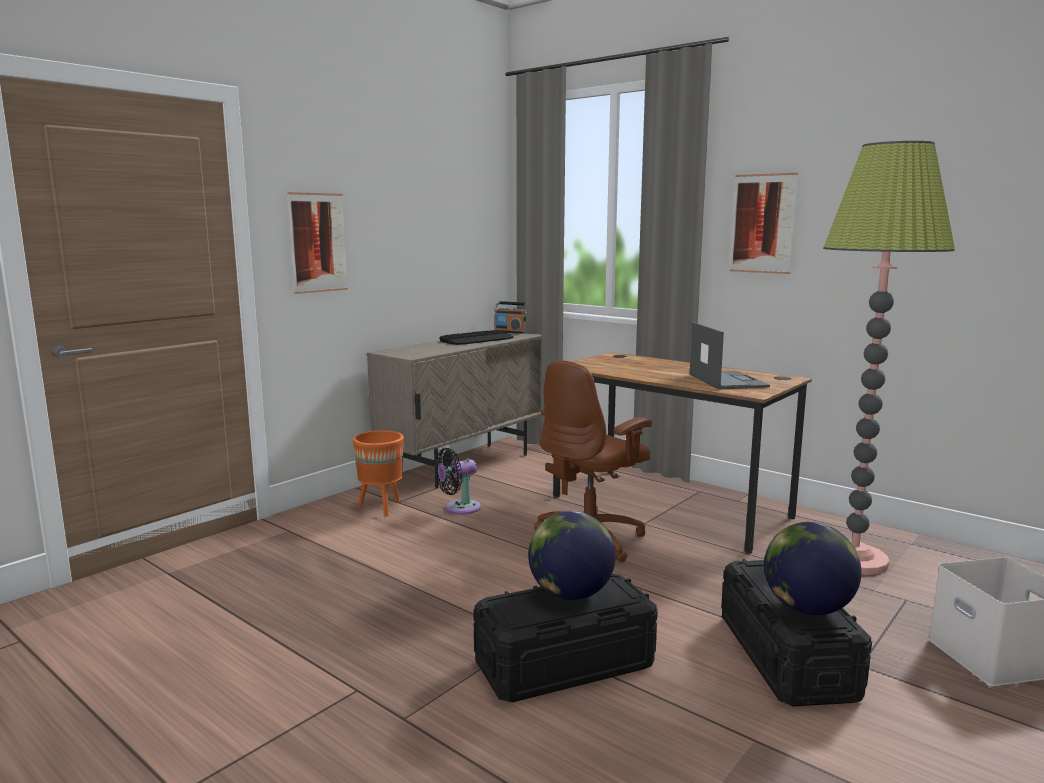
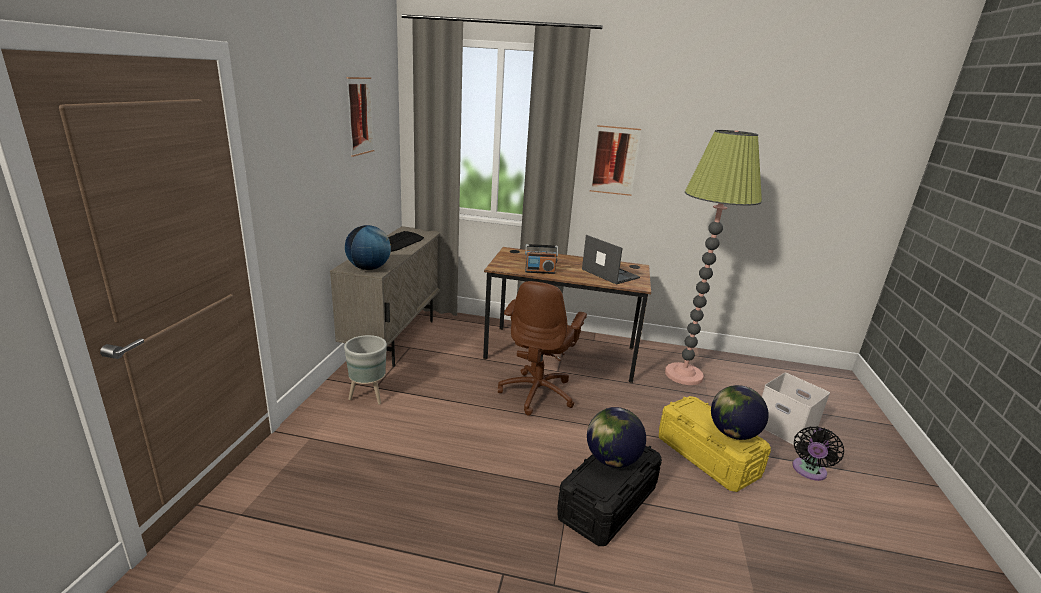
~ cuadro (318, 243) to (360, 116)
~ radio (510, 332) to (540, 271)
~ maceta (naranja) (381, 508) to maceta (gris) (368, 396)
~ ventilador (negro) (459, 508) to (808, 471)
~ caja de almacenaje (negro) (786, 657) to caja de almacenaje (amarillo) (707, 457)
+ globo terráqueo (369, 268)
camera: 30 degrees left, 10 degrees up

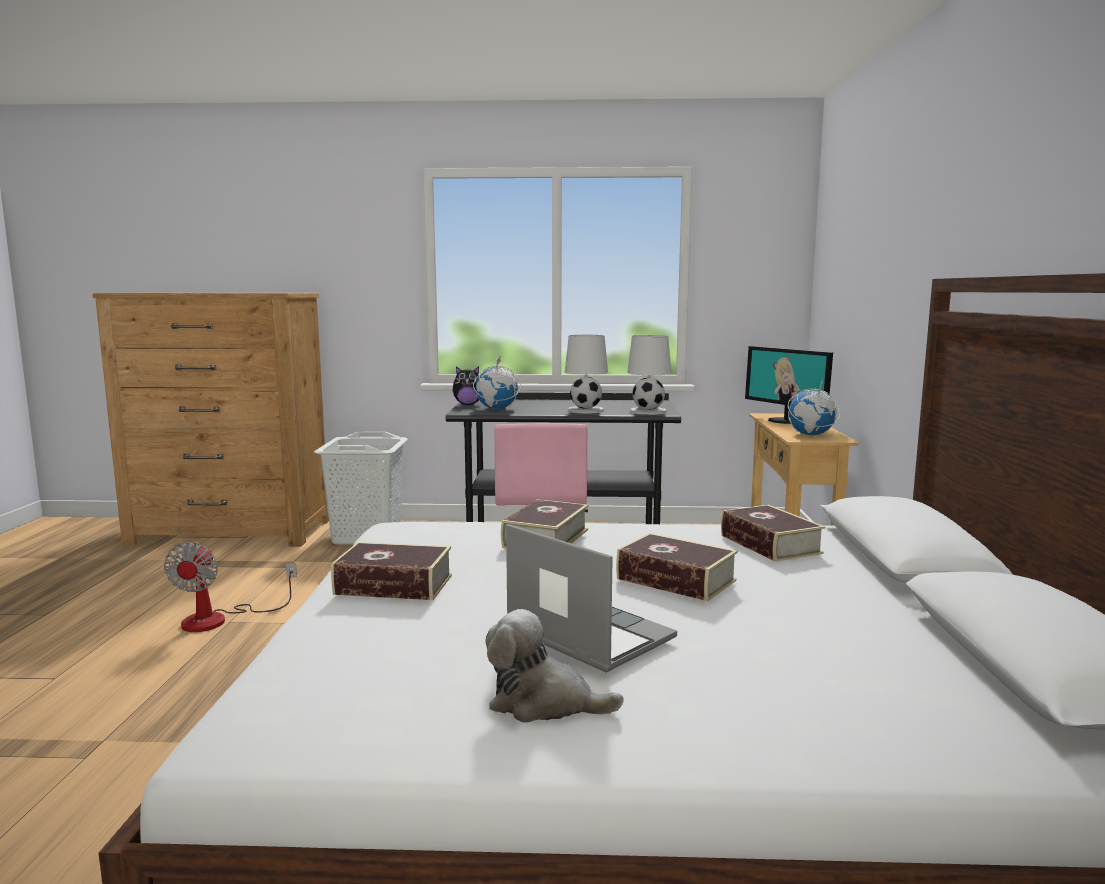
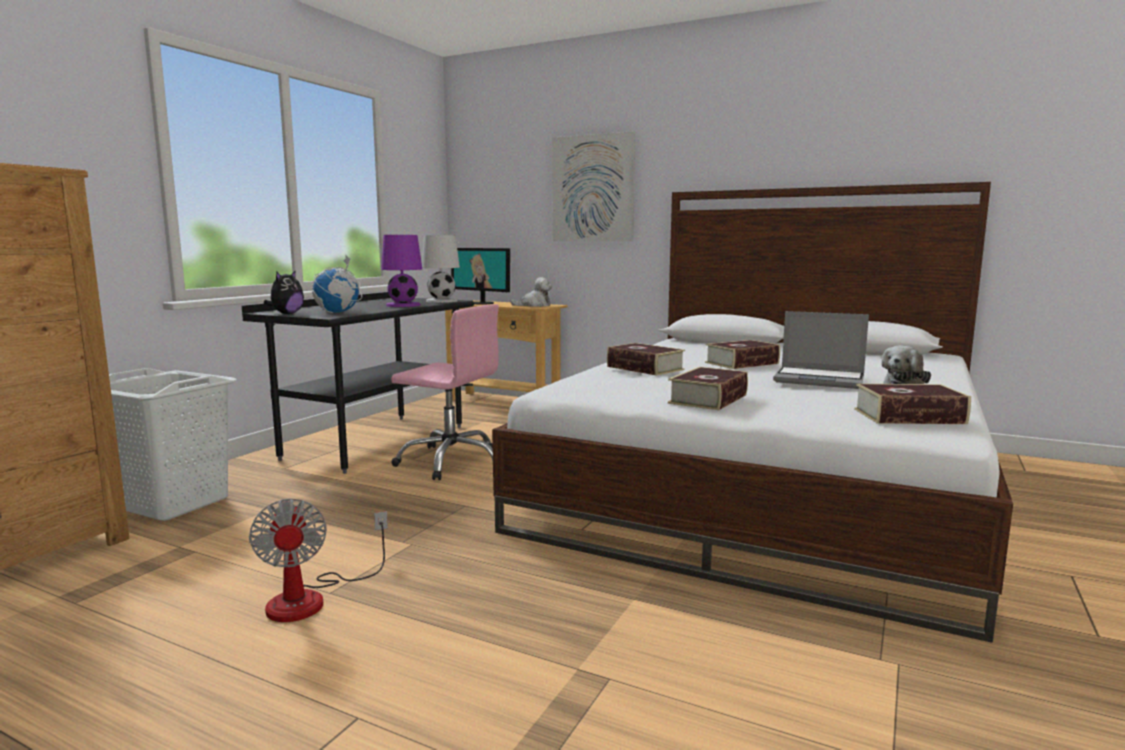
~ lámpara de mesa (blanco) (586, 410) to lámpara de mesa (morado) (403, 305)
~ monitor (785, 421) = (481, 303) 45 degrees clockwise
~ globo terráqueo (810, 435) to peluche (534, 305)
~ libro (770, 544) to (909, 416)
~ portátil (586, 635) = (820, 380) 135 degrees counterclockwise
~ ventilador (219, 619) = (312, 598) 45 degrees clockwise
+ cuadro (592, 188)
camera: 65 degrees left, 0 degrees up

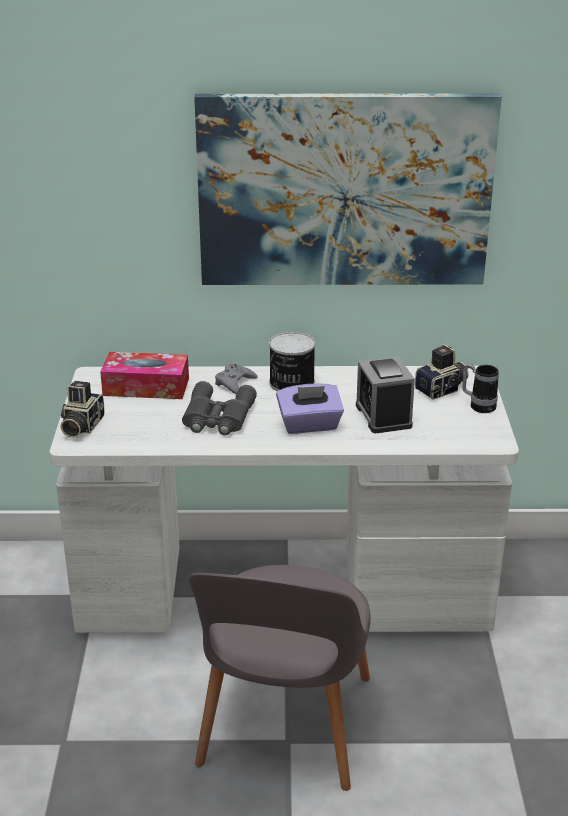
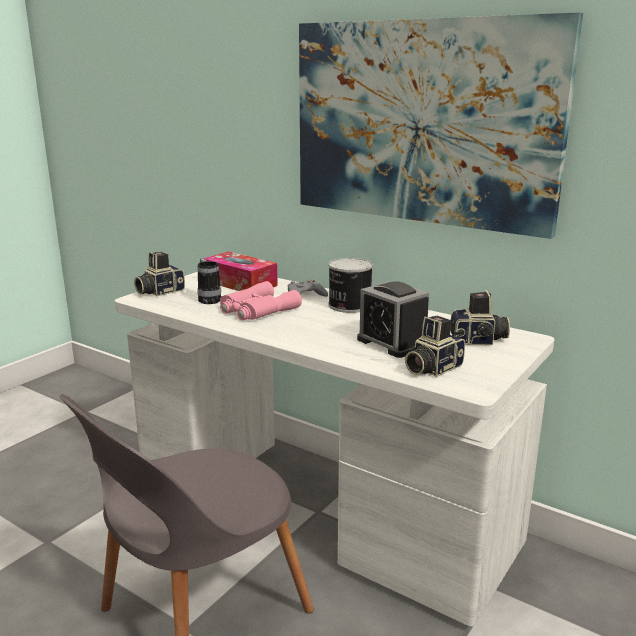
~ despertador (383, 416) = (392, 343) 60 degrees counterclockwise
~ taza grande (478, 405) to (208, 299)
~ prismáticos (gris) (217, 417) to prismáticos (rosa) (256, 310)
- caja de pañuelos (morado) (309, 425)
+ cámara (431, 368)
camera: 35 degrees right, 10 degrees down

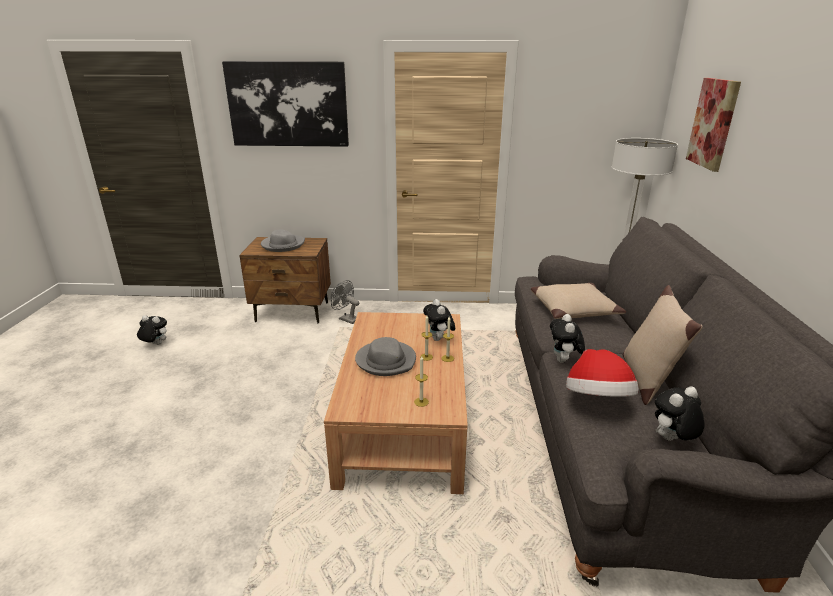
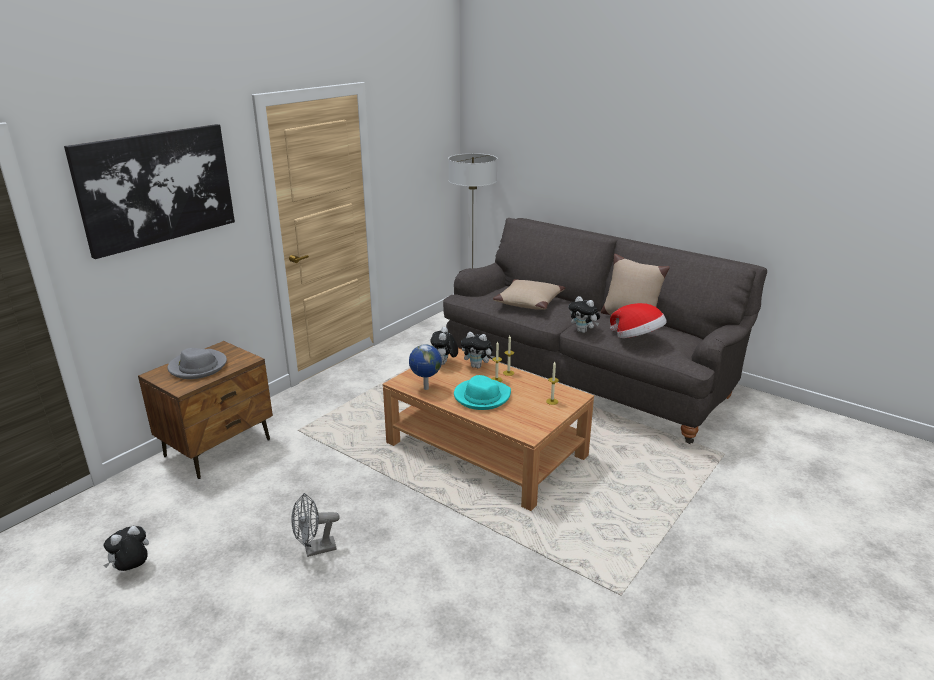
- cuadro (713, 123)
~ ventilador (gris) (346, 319) to (315, 550)
~ sombrero (gris) (386, 361) to sombrero (turquesa) (481, 396)
~ peluche (671, 440) to (444, 364)
+ globo terráqueo (425, 388)
camera: 55 degrees left, 0 degrees up

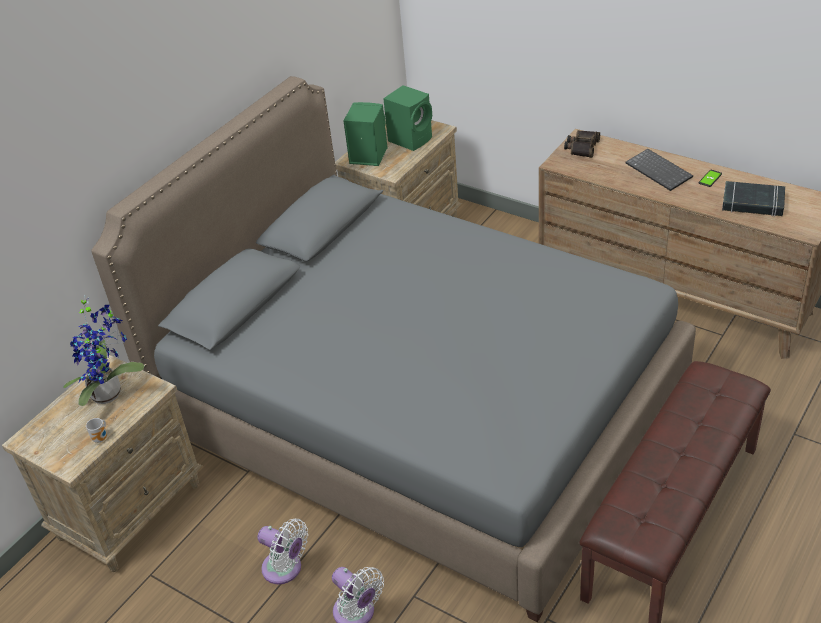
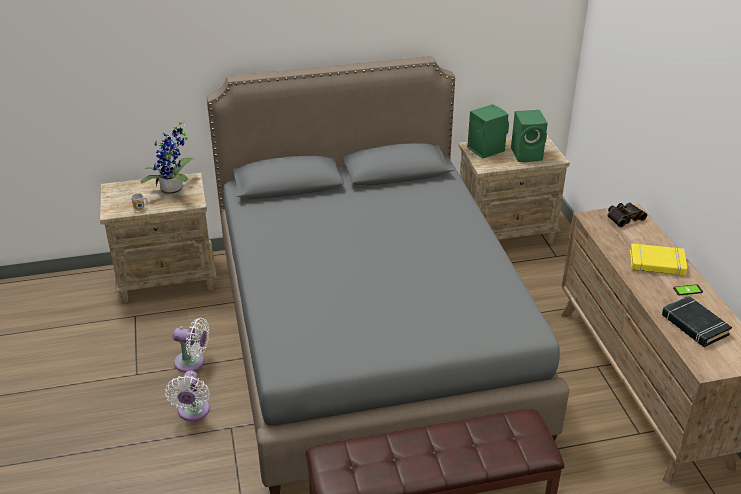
~ teclado (660, 171) to libro (amarillo) (657, 263)
~ ventilador (blanco) (285, 569) = (192, 362) 60 degrees counterclockwise
camera: 40 degrees right, 5 degrees down

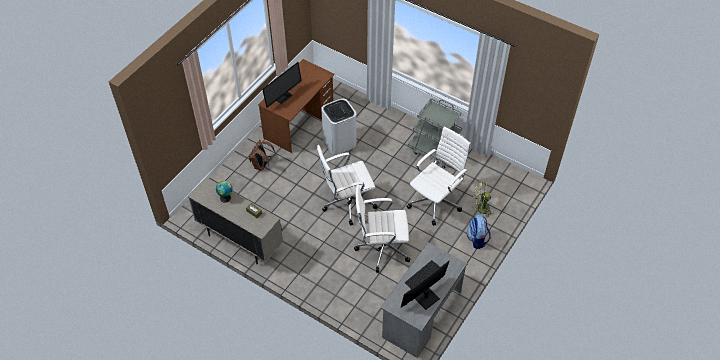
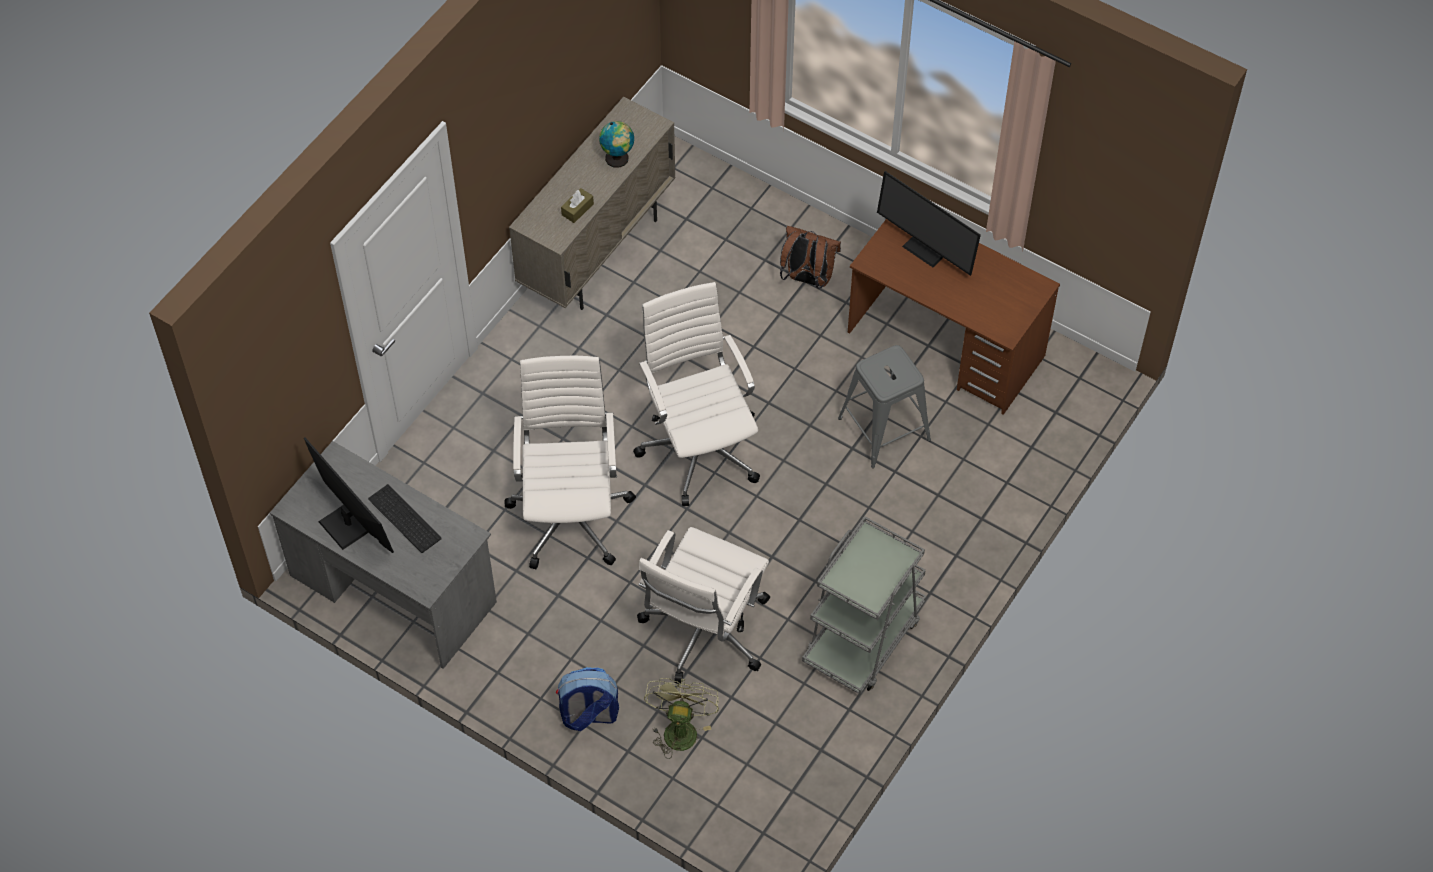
~ papelera (blanco) (339, 142) to taburete (gris) (884, 429)
~ silla de oficina (blanco) (436, 201) = (704, 632) 75 degrees clockwise
camera: 90 degrees right, 5 degrees up

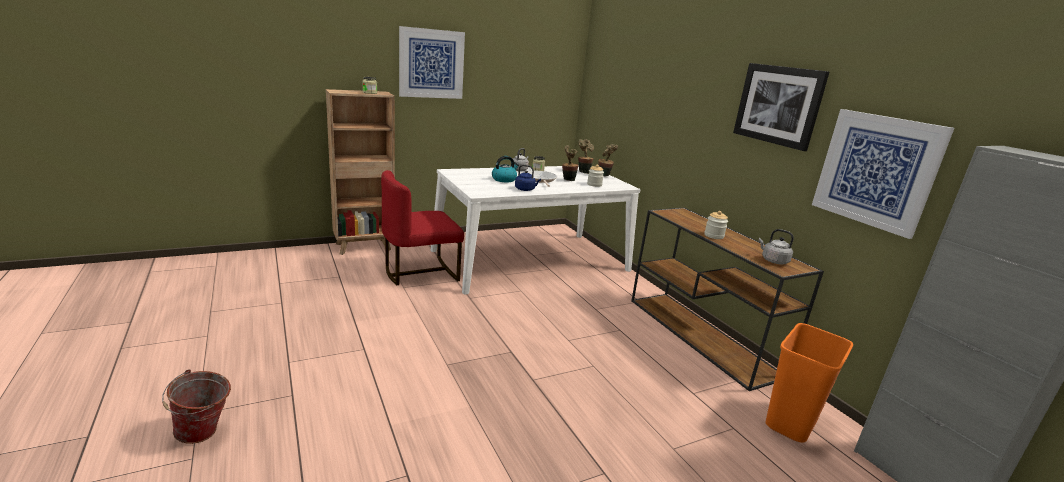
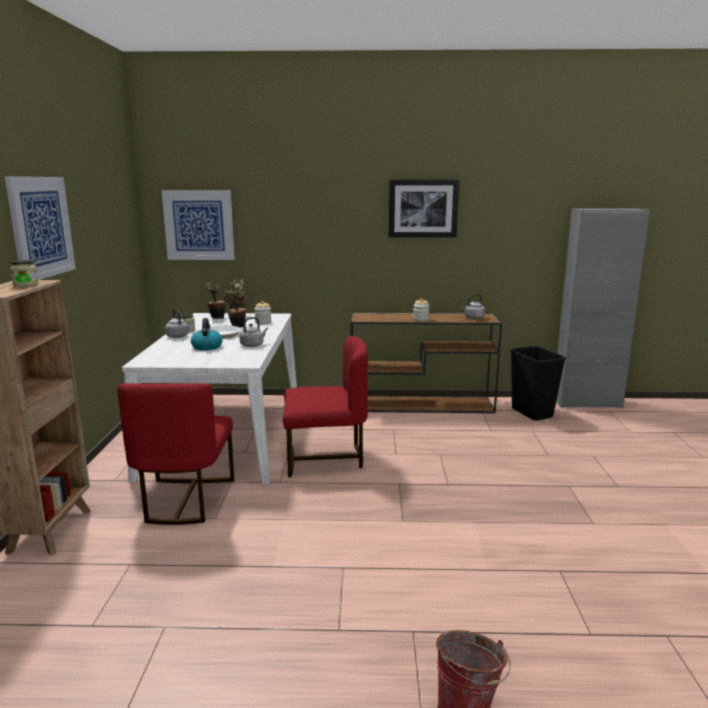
~ cuadro (876, 170) to (199, 225)
~ hervidor (azul) (526, 189) to hervidor (gris) (253, 345)
~ papelera (naranja) (789, 422) to papelera (negro) (531, 413)
+ silla (rojo) (324, 458)
camera: 60 degrees left, 5 degrees down

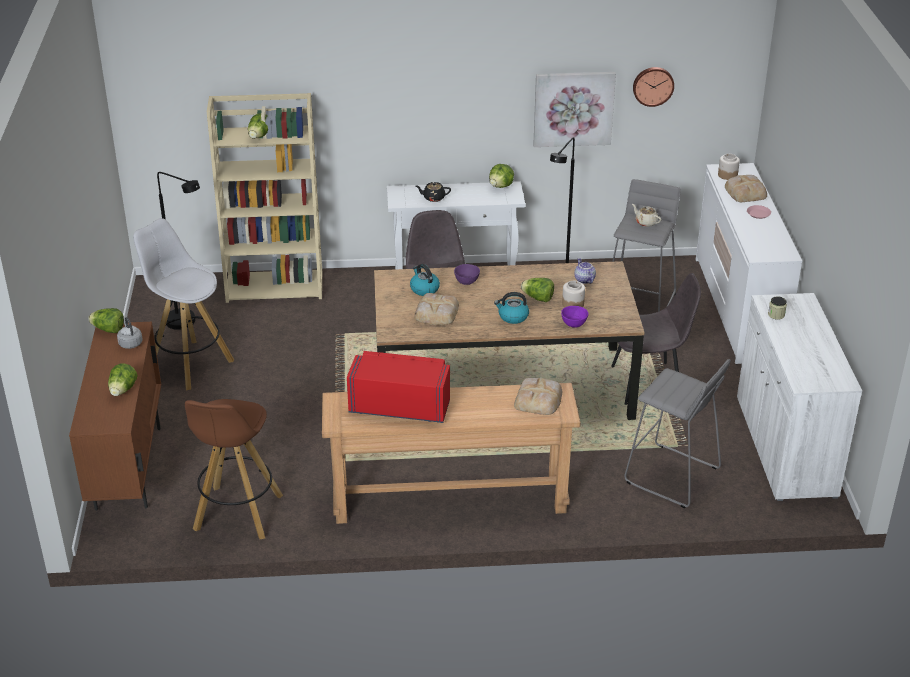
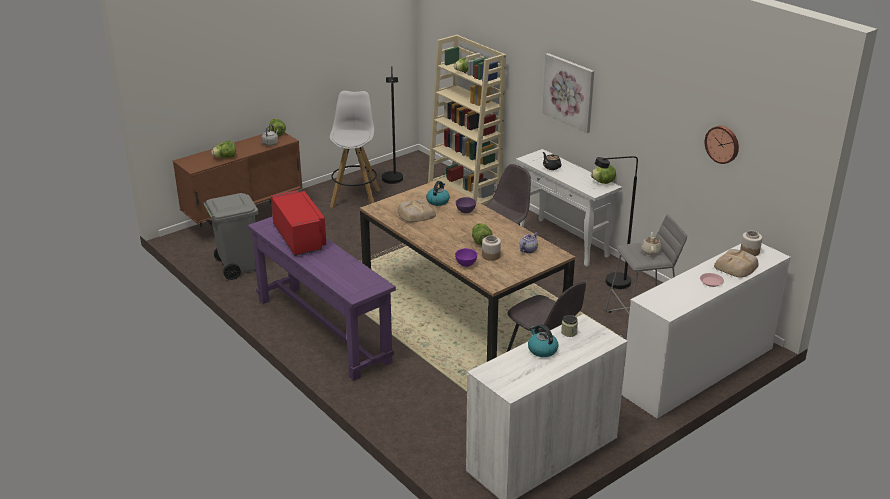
~ cuadro (573, 108) to (569, 92)
~ hervidor (512, 317) to (542, 350)
- taburete (gris) (672, 476)
- pan (539, 399)
~ mesa consola (marrón) (449, 498) to mesa consola (morado) (323, 330)
~ taburete (marrón) (238, 514) to papelera (gris) (237, 267)
camera: 55 degrees right, 5 degrees down

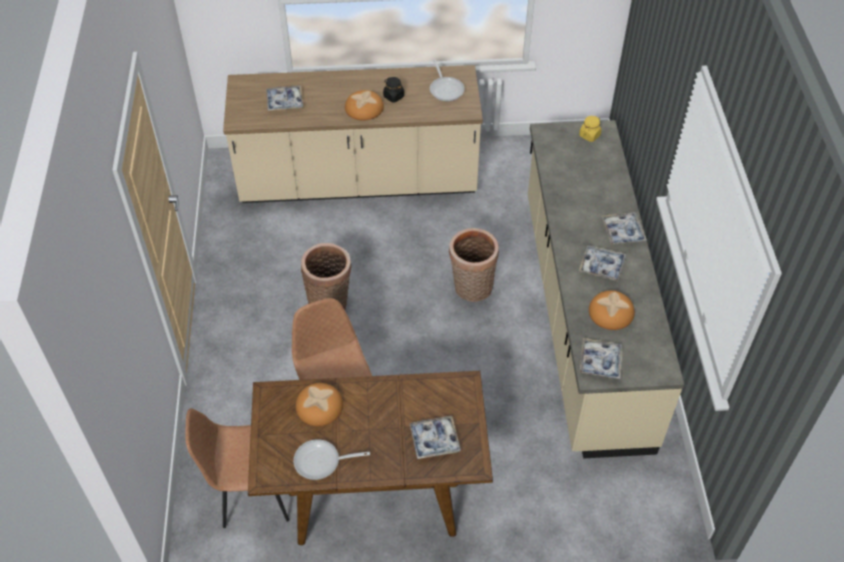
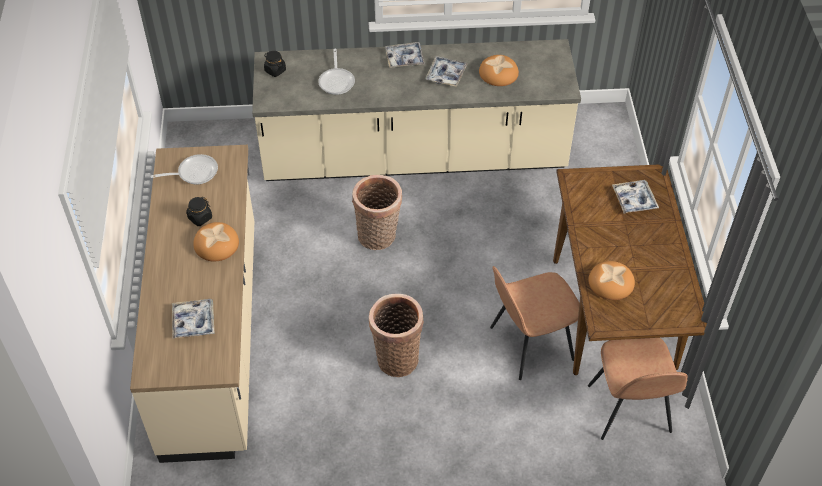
~ tarro (amarillo) (589, 135) to tarro (negro) (275, 70)
- bandeja (600, 362)
~ sartén (321, 462) to (337, 81)
camera: 90 degrees left, 0 degrees up

